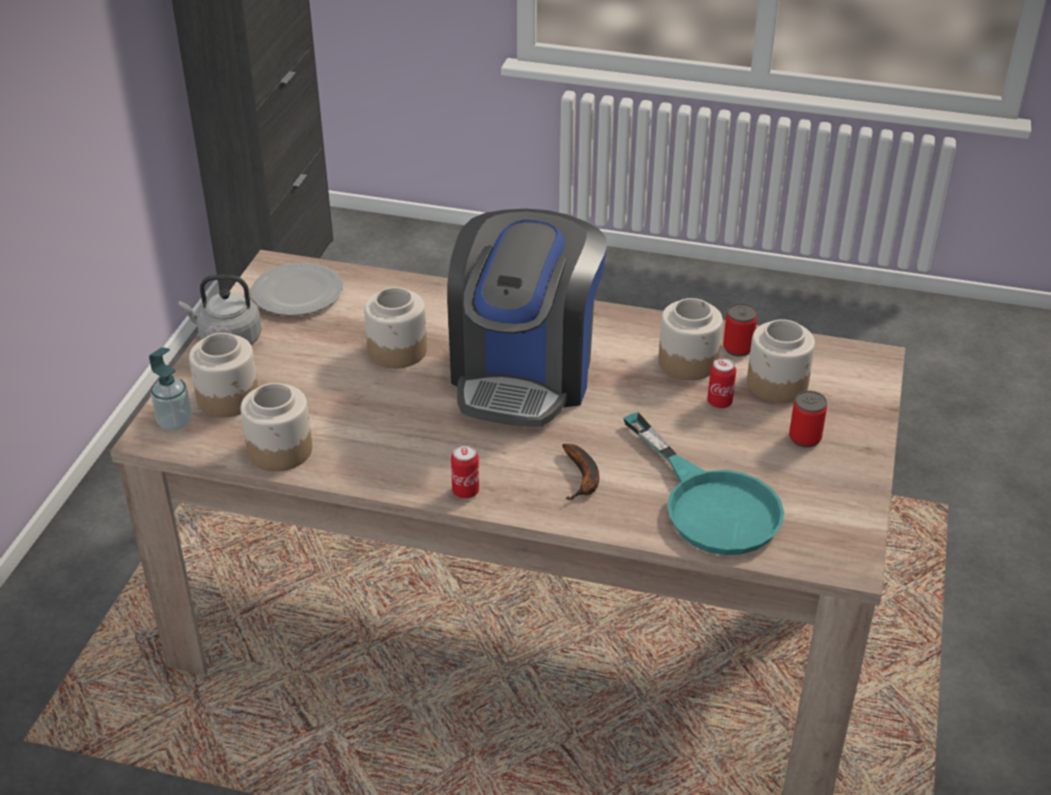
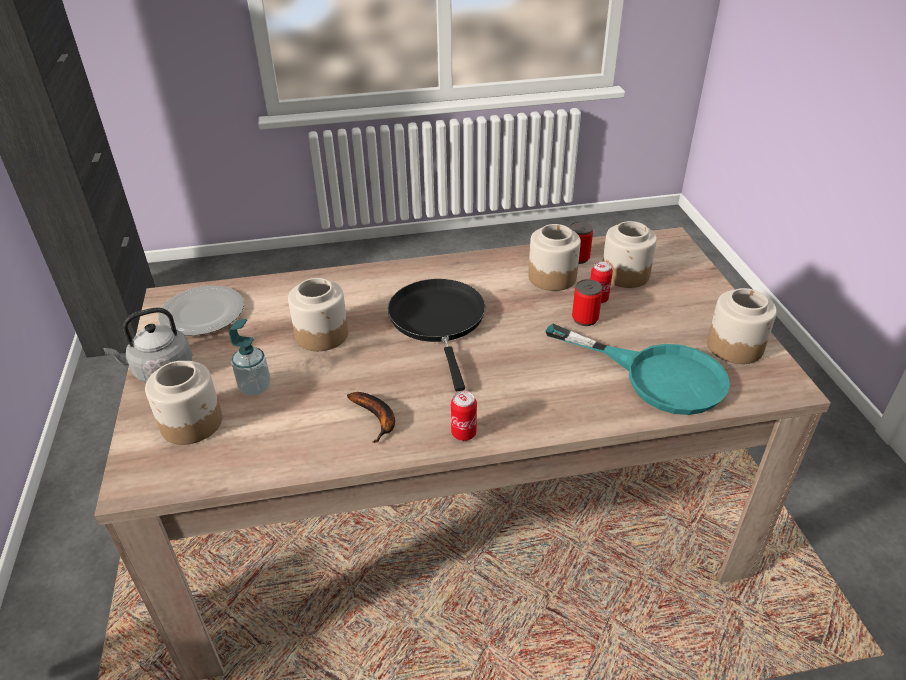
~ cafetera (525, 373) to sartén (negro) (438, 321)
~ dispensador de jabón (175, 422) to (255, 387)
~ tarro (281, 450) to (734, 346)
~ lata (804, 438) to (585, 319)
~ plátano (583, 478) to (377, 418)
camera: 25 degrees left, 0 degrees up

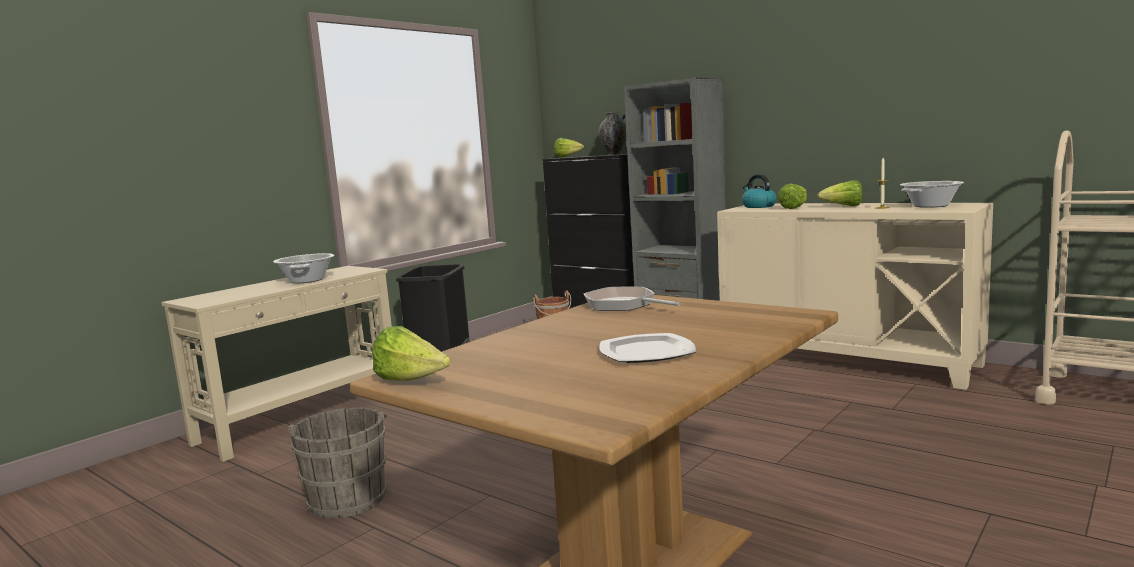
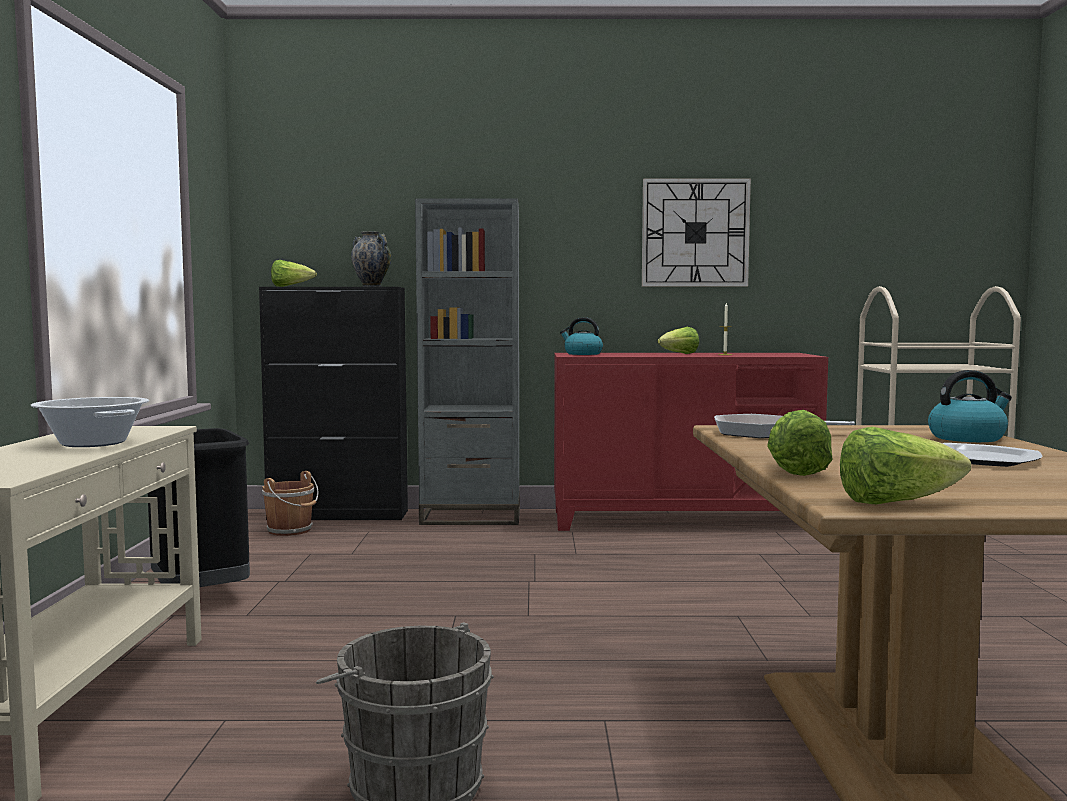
- olla (931, 206)
~ lechuga (794, 208) to (793, 471)
~ armario (beis) (847, 359) to armario (rojo) (681, 520)
+ reloj de pared (695, 233)
+ hervidor (967, 438)
camera: 40 degrees left, 5 degrees down

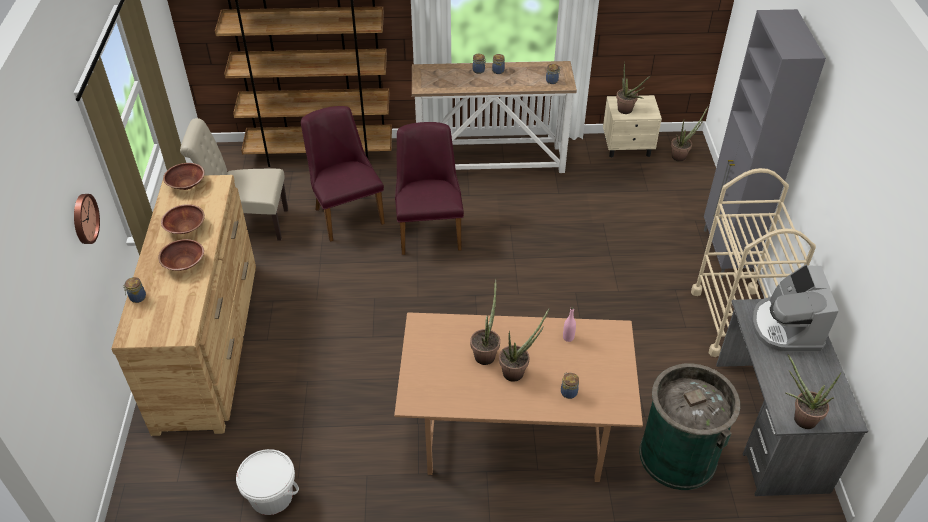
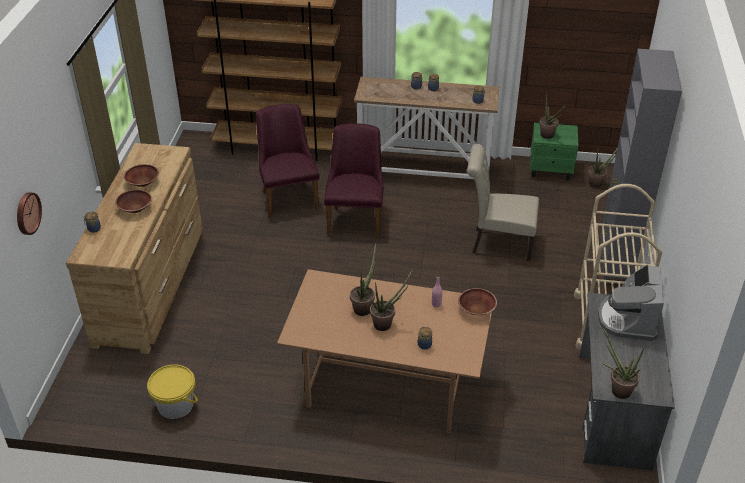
~ mesita de noche (beis) (628, 147) to mesita de noche (verde) (551, 170)
~ silla (beis) (248, 224) to (498, 243)
~ cuenco (marrón) (186, 184) to (476, 310)
~ reloj de pared (84, 219) to (27, 213)
- papelera (verde) (678, 456)
~ cubo (blanco) (271, 495) to cubo (amarillo) (175, 405)
camera: 10 degrees right, 5 degrees down

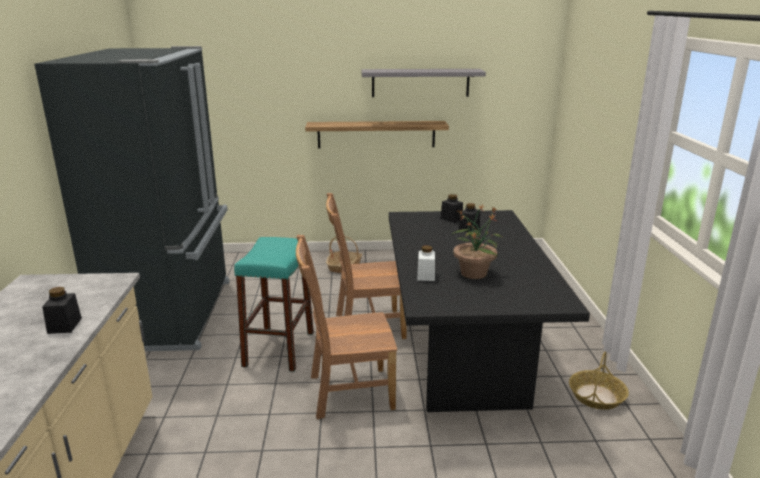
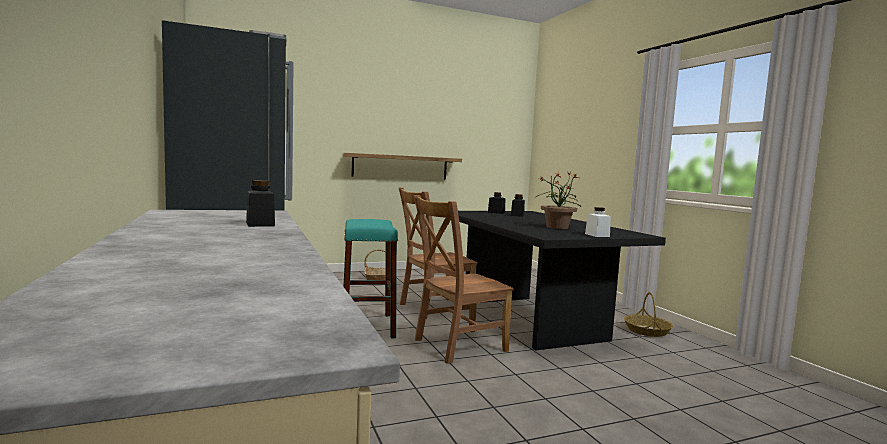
- estante (gris) (420, 82)
~ tarro (blanco) (426, 275) to (597, 235)
camera: 20 degrees left, 15 degrees down

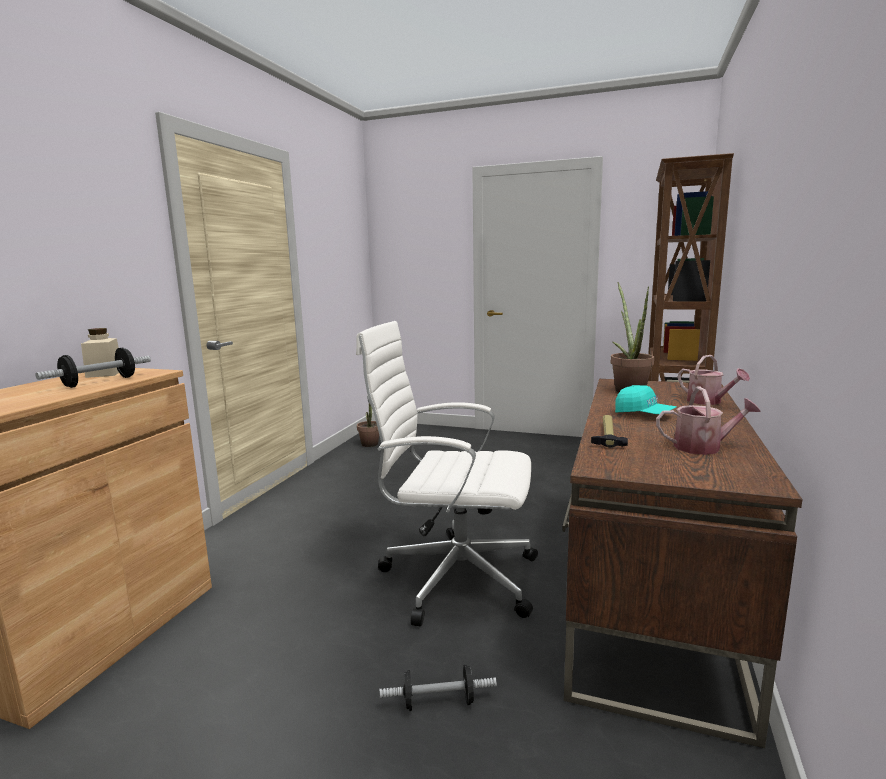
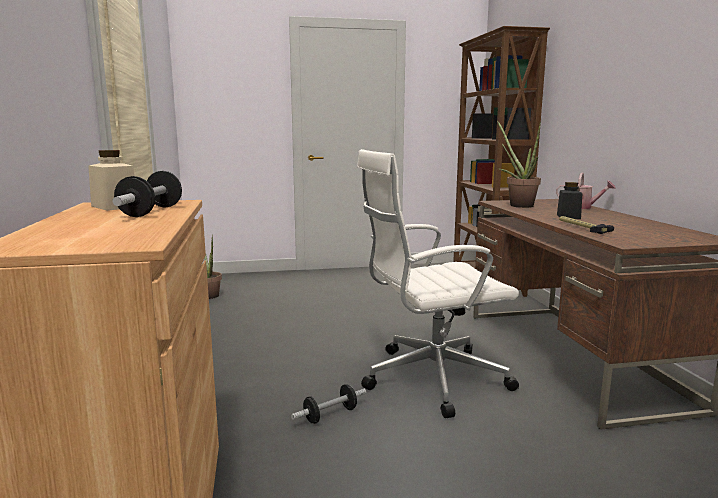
~ gorra (turquesa) (643, 414) to tarro (negro) (568, 216)
- regadera (703, 447)
~ mancuerna (438, 702) to (330, 415)
camera: 30 degrees left, 0 degrees up

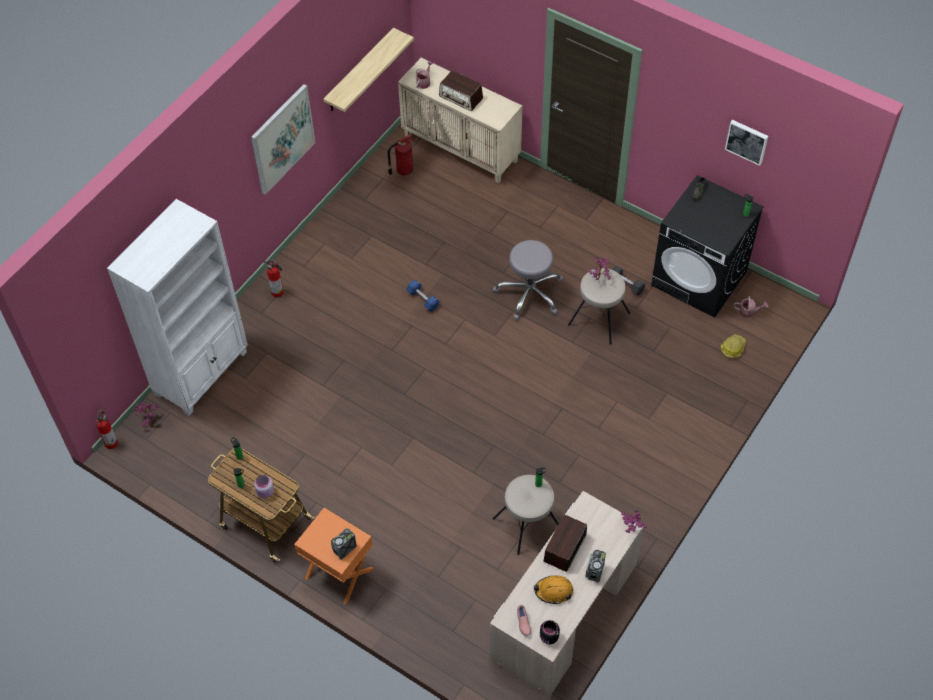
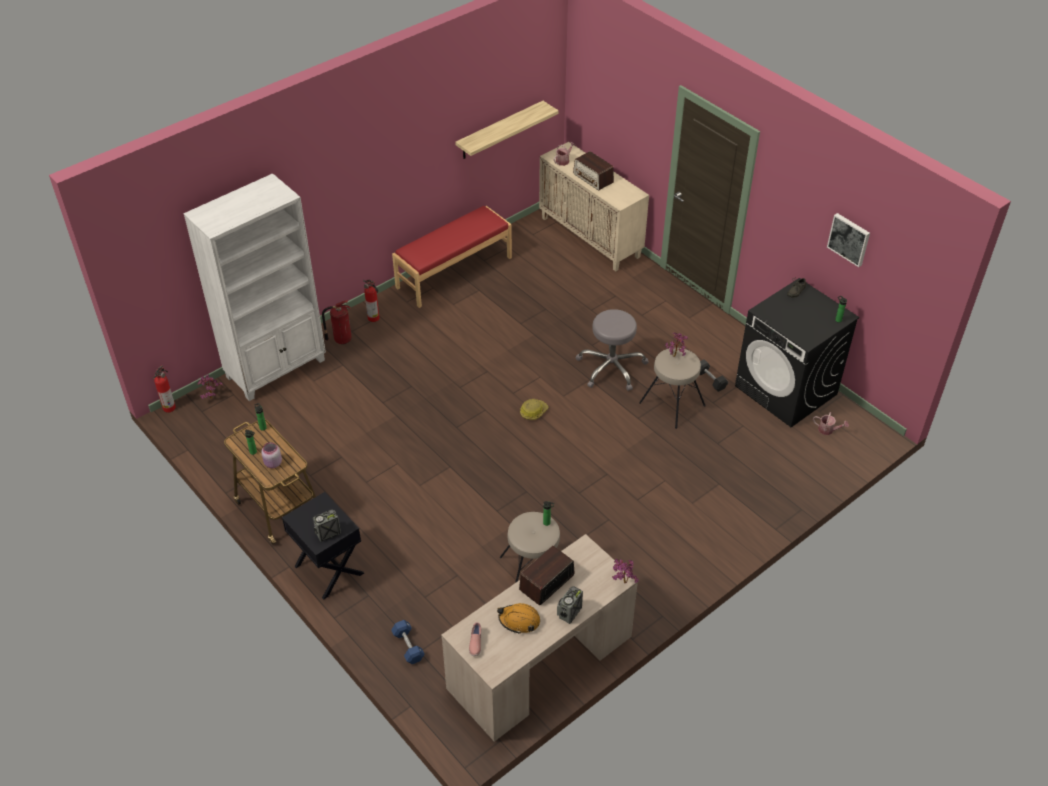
- cuadro (282, 139)
~ extintor (403, 170) to (341, 339)
~ mancuerna (azul) (423, 299) to (408, 646)
~ casco (732, 348) to (533, 412)
~ mesita de noche (naranja) (338, 574) to mesita de noche (negro) (328, 570)
- tarro (negro) (549, 637)
+ banco (rojo) (453, 272)
camera: 15 degrees right, 10 degrees down

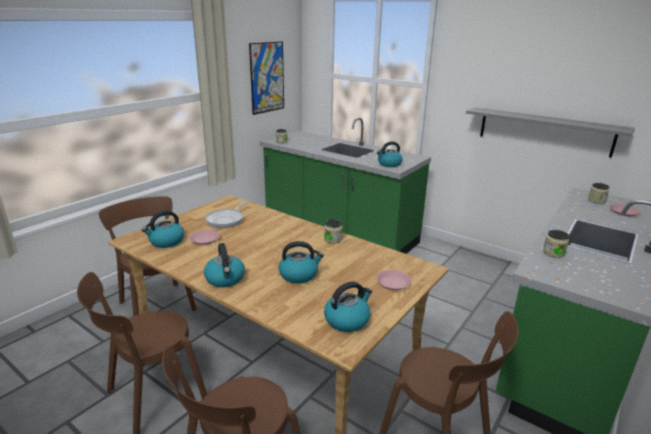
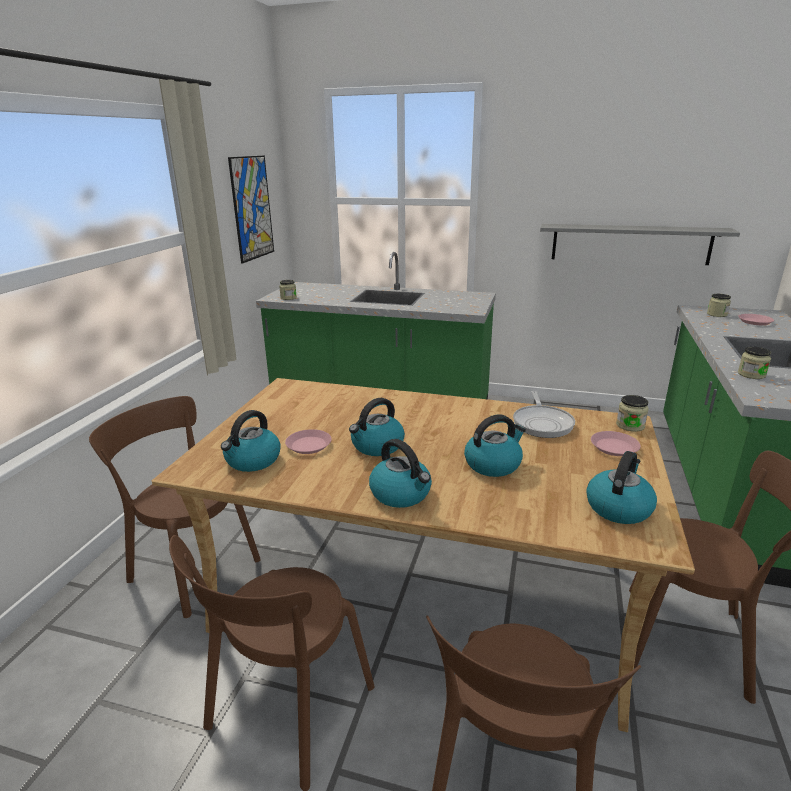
~ hervidor (389, 164) to (377, 446)
~ sartén (226, 220) to (542, 423)
~ tarro (333, 239) to (630, 425)
camera: 20 degrees left, 0 degrees up

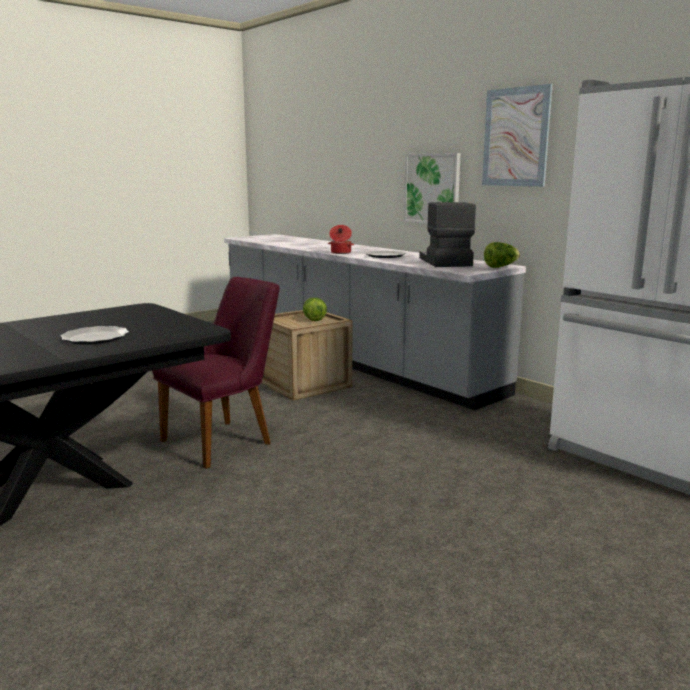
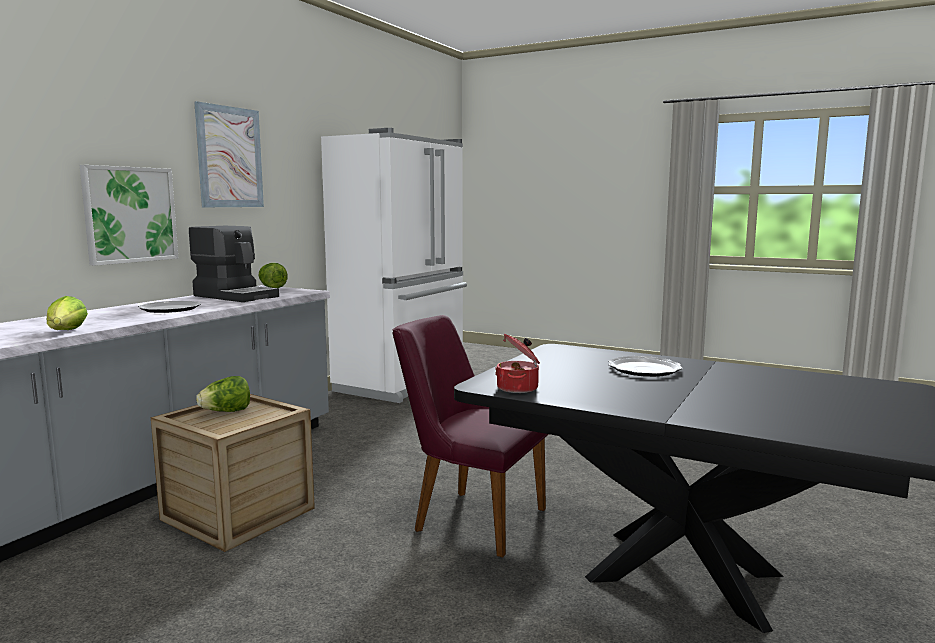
~ cafetera (444, 262) = (236, 296) 120 degrees counterclockwise
~ olla (340, 253) to (519, 388)
+ lechuga (66, 332)
camera: 110 degrees left, 5 degrees down

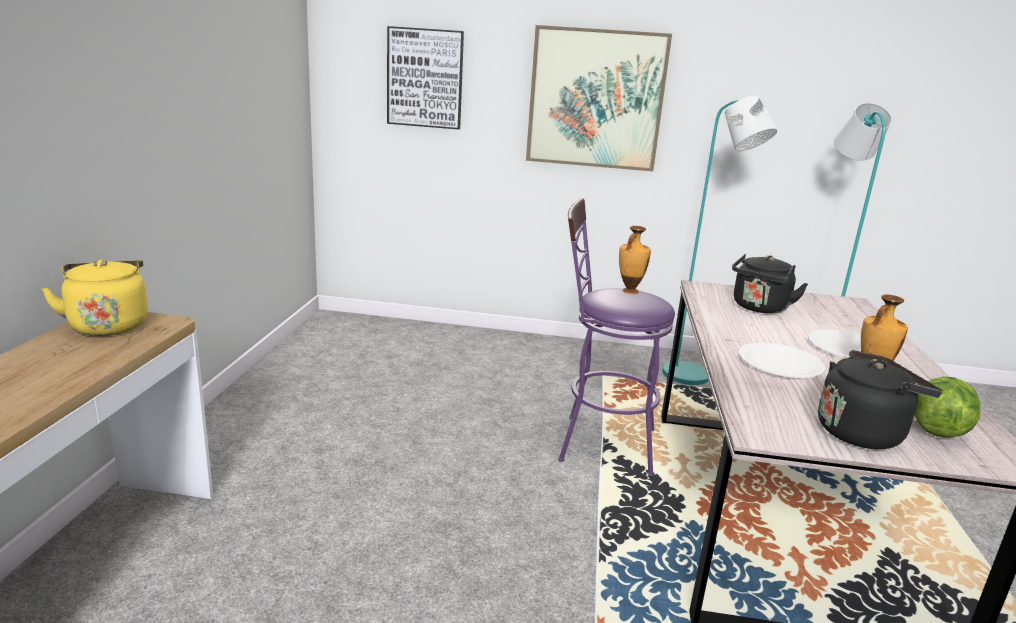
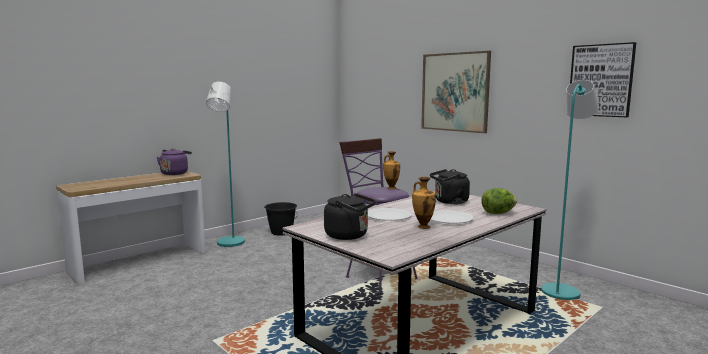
~ cuadro (425, 78) to (601, 80)
~ lámpara de pie (turquesa) (693, 378) to (229, 244)
~ hervidor (amarillo) (109, 325) to hervidor (morado) (175, 173)
~ lechuga (938, 429) to (498, 213)
+ cubo (negro) (281, 232)
camera: 40 degrees right, 10 degrees down

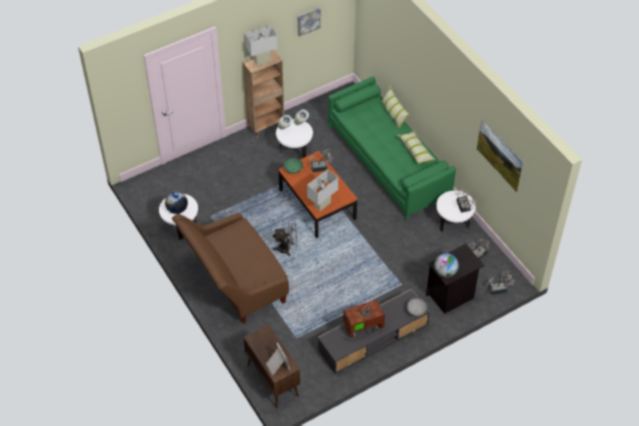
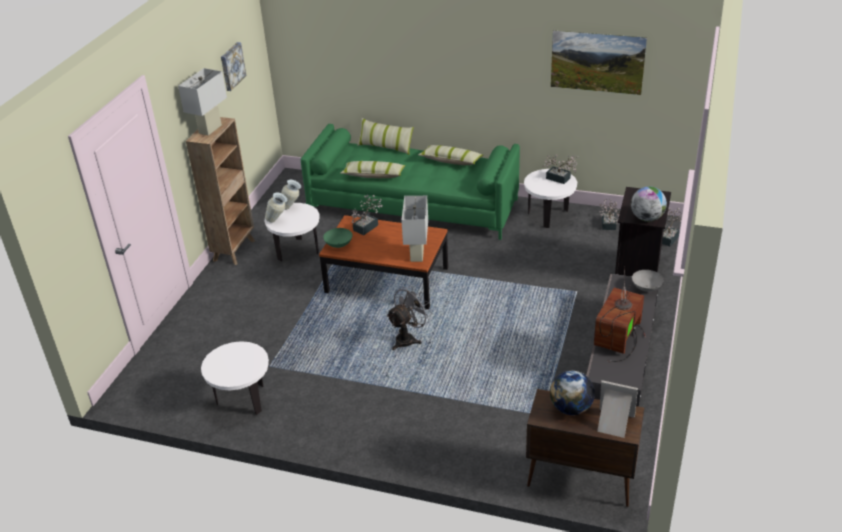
~ globo terráqueo (177, 209) to (571, 408)
- sofá (marrón) (235, 282)
+ cojín (373, 175)
camera: 40 degrees left, 15 degrees down

